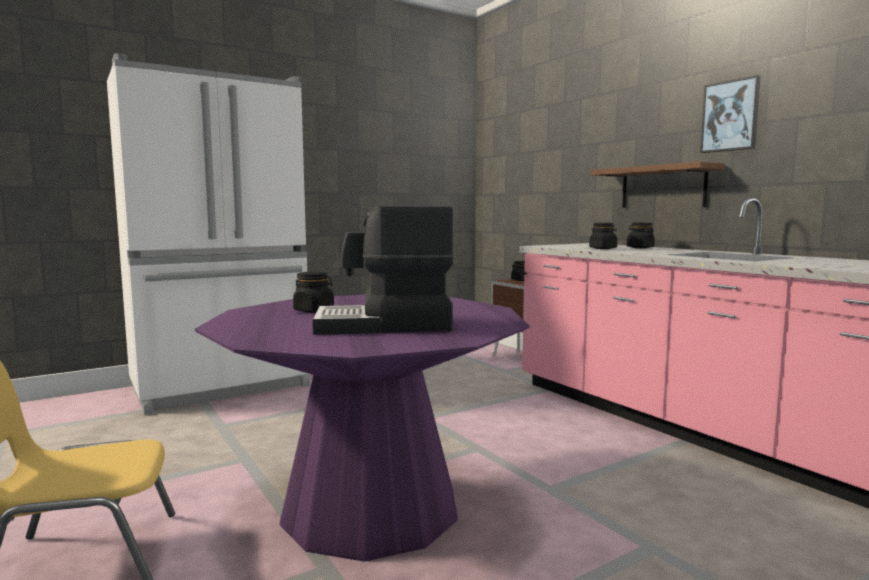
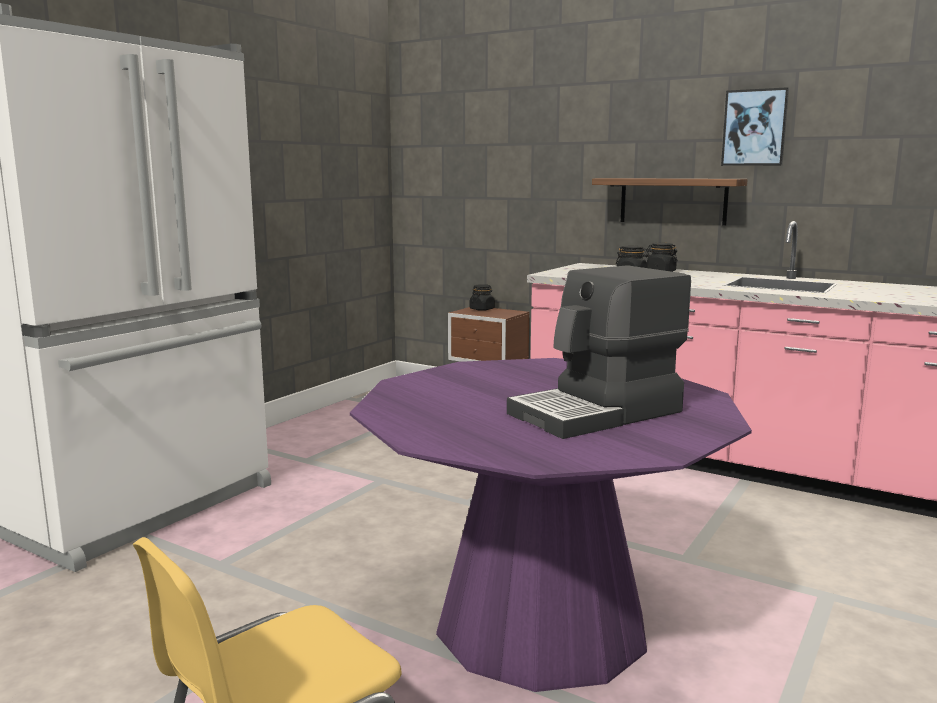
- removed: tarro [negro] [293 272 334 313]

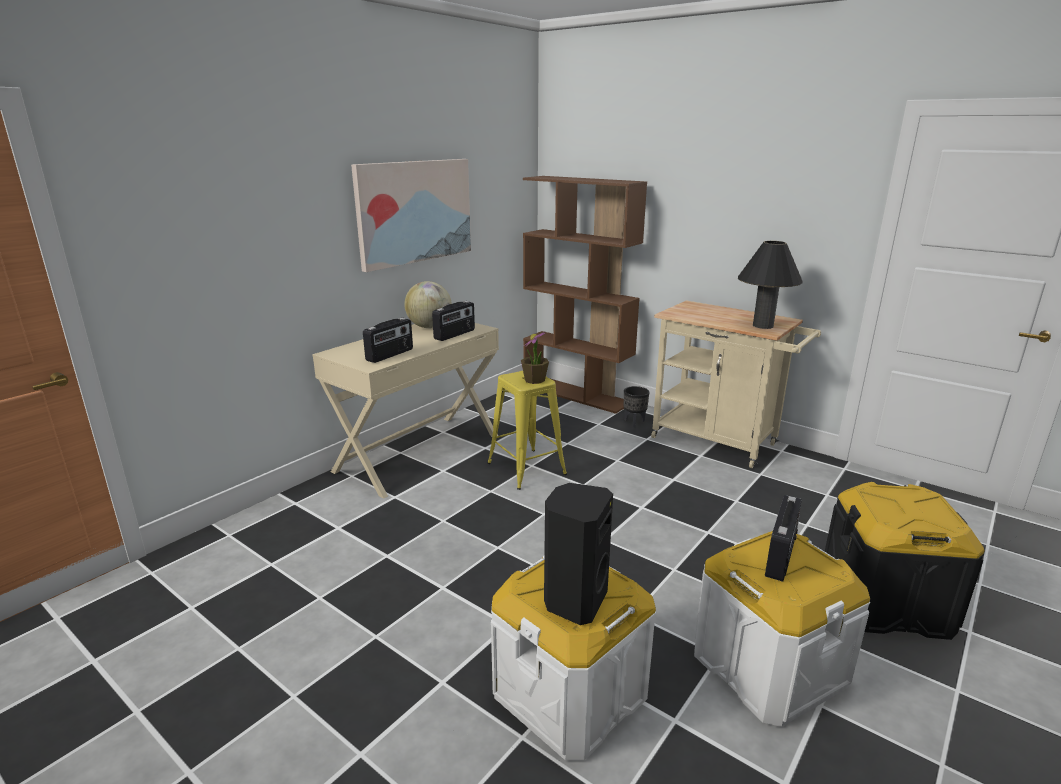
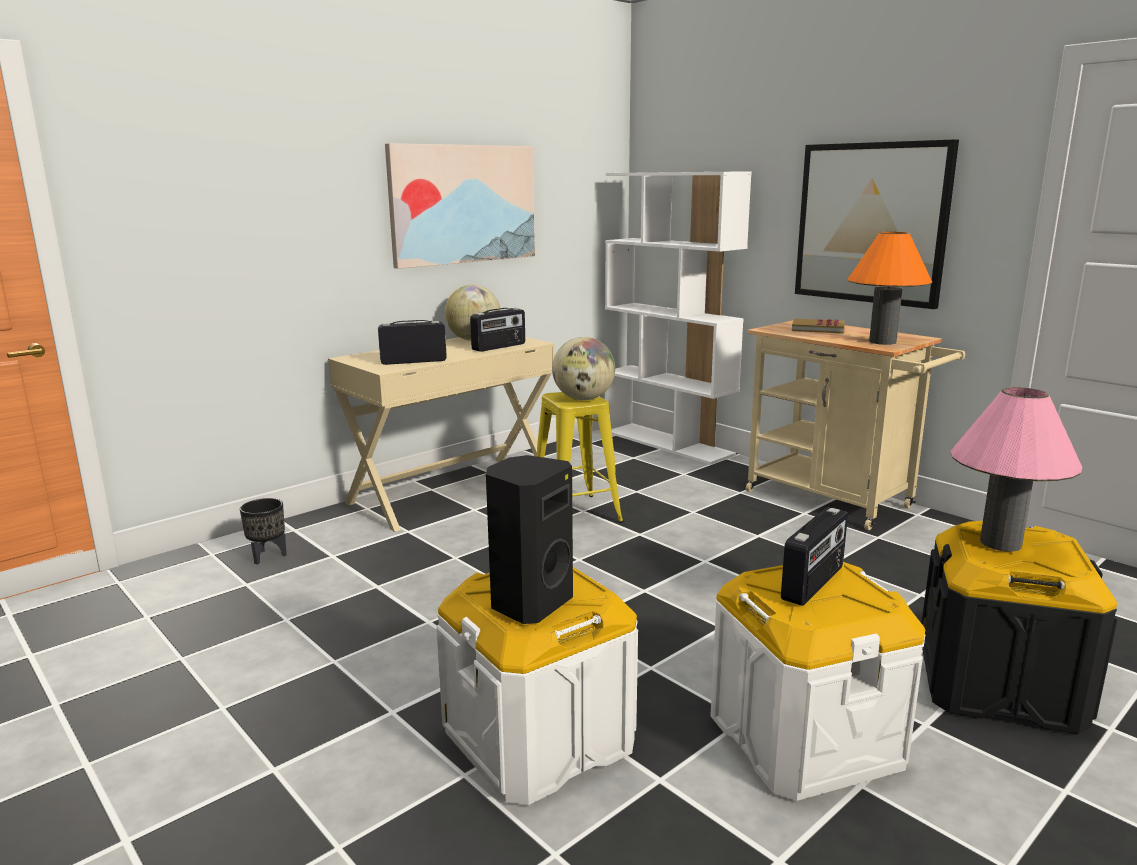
- recoloured: estantería [marrón] [523 176 647 414] to estantería [blanco] [605 171 752 465]
- recoloured: lámpara de mesa [negro] [738 241 803 329] to lámpara de mesa [naranja] [848 232 932 345]
- turned: radio [363 318 413 363] = [378 320 447 365] 150 degrees counterclockwise
- replaced: planta en maceta [521 332 549 384] to globo terráqueo [552 337 615 400]
- moved: maceta [negro] [624 386 649 427] to [240 498 287 564]
- added: cuadro [795 139 959 309]
- added: libro [792 319 844 333]
- added: lámpara de mesa [rosa] [950 387 1082 552]

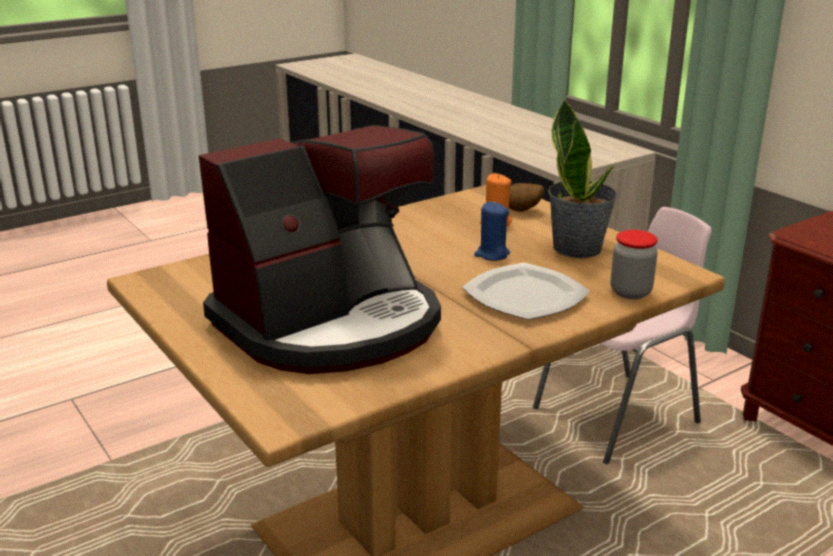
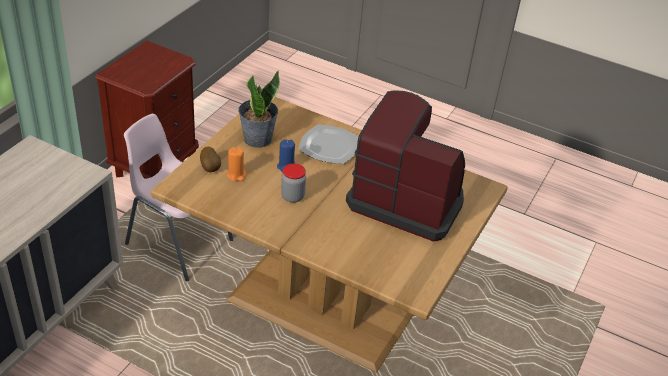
- moved: tarro [611 230 658 299] to [281 164 306 203]

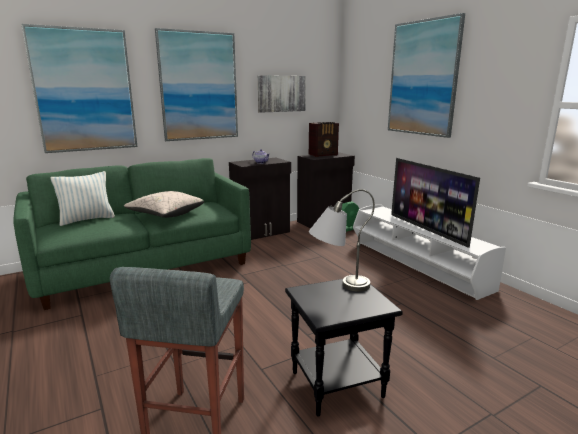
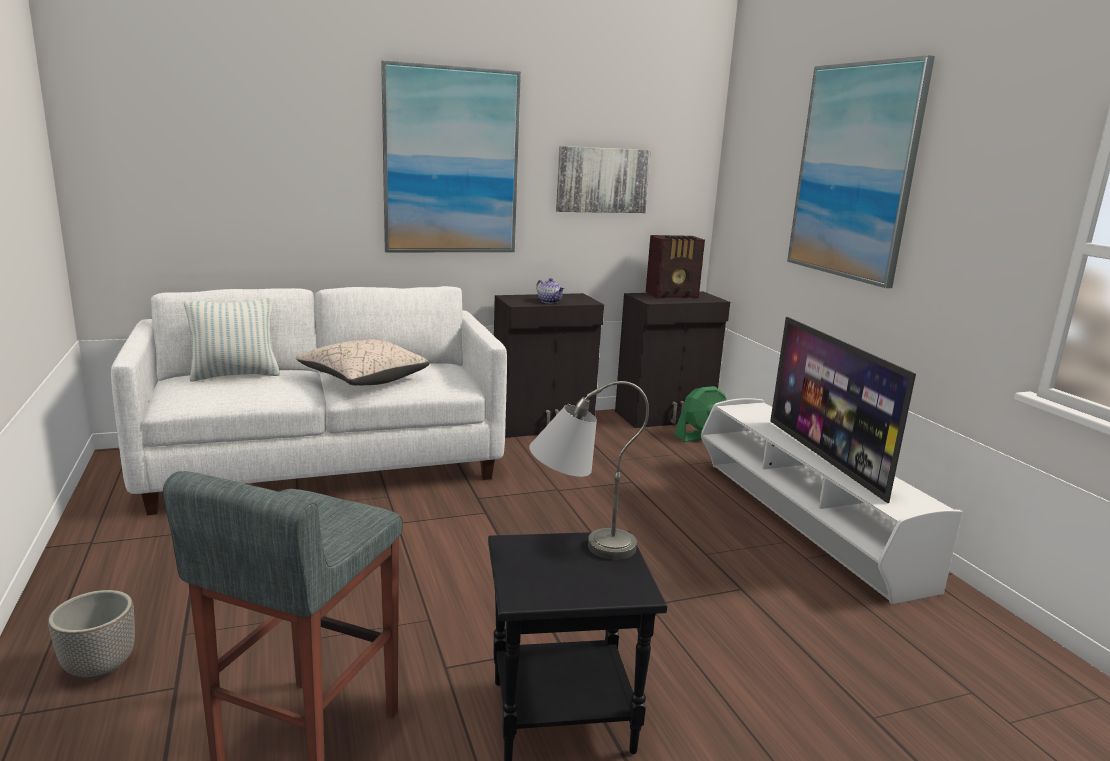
- removed: cuadro [21 24 137 153]
- recoloured: sofá [verde] [13 158 251 310] to sofá [blanco] [111 286 507 515]
- added: maceta [48 590 135 679]

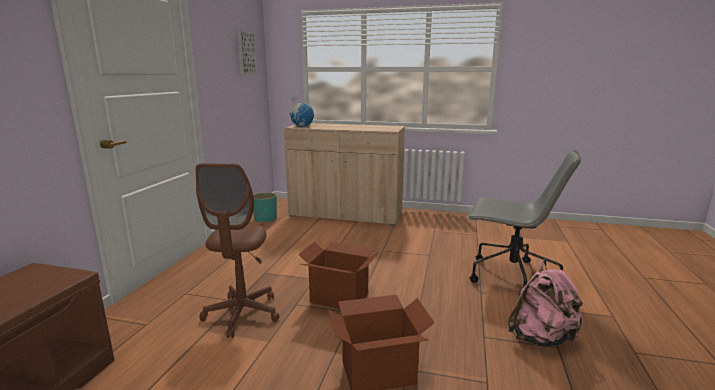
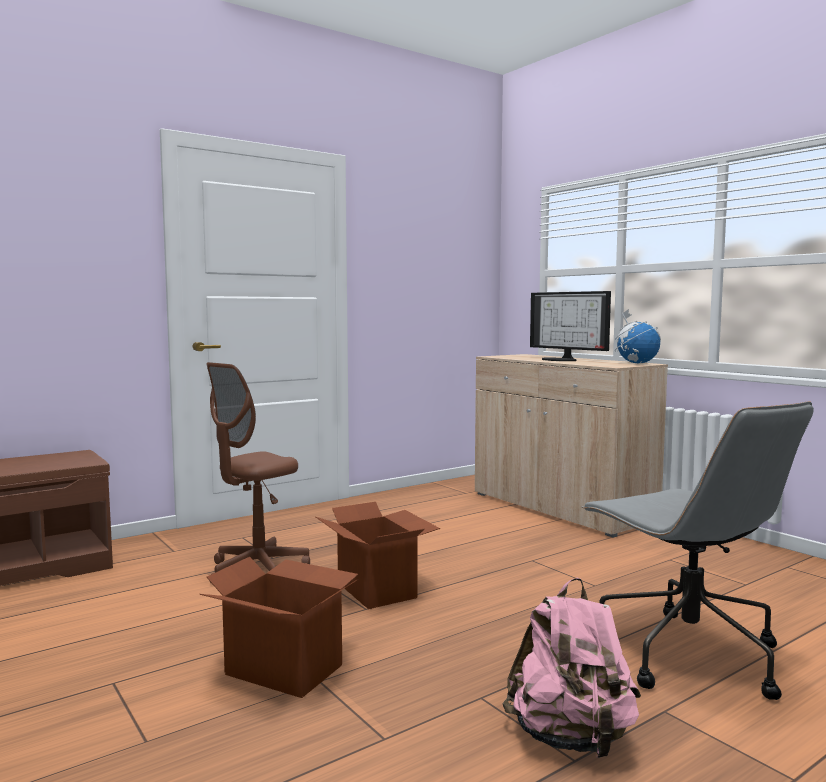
- removed: cuadro [237 31 257 74]
- moved: globo terráqueo [289 95 314 127] to [615 309 661 363]
- removed: maceta [turquesa] [253 192 277 223]
- added: monitor [530 291 611 361]

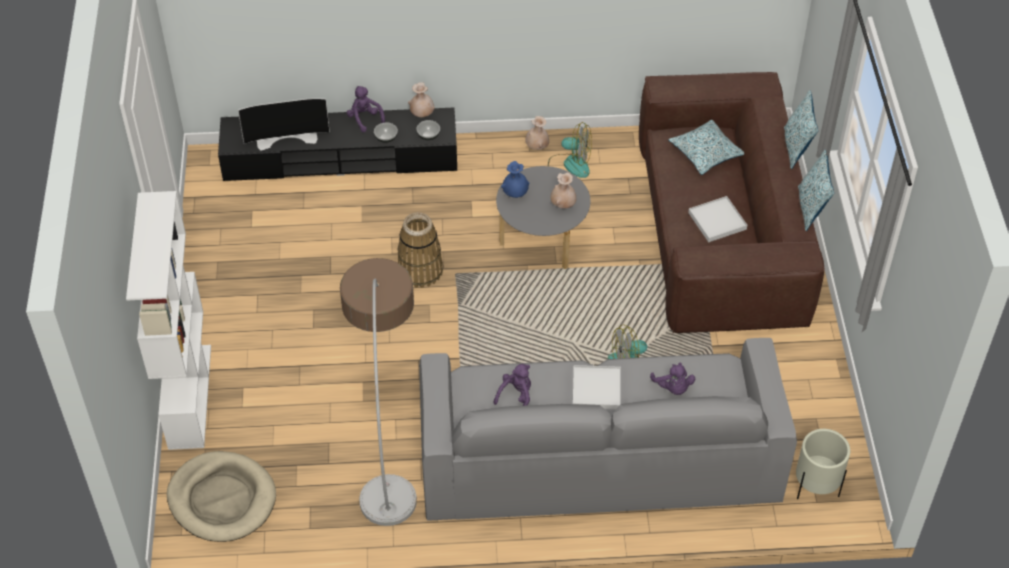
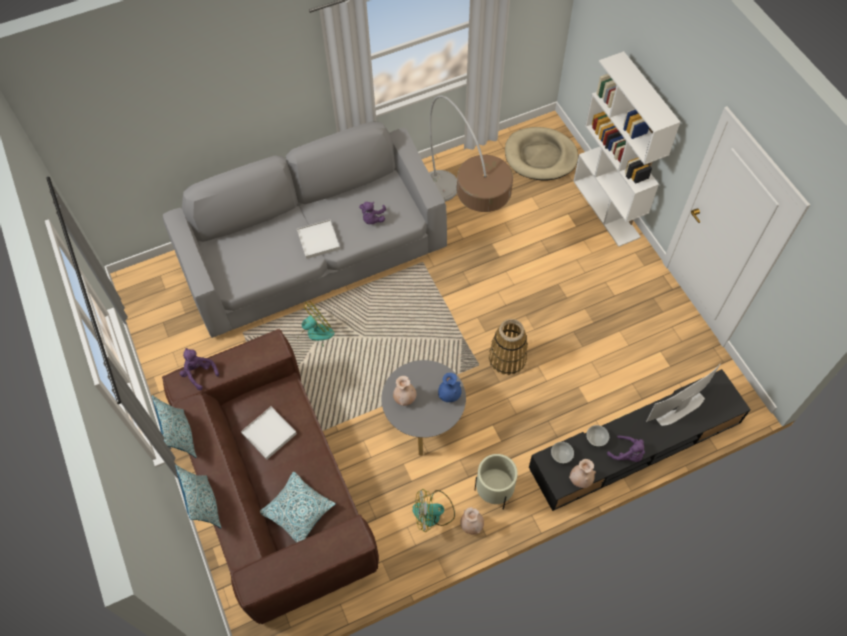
- moved: peluche [morado] [650 363 695 395] to [179 348 219 390]
- moved: maceta [beis] [796 429 850 499] to [474 454 518 510]

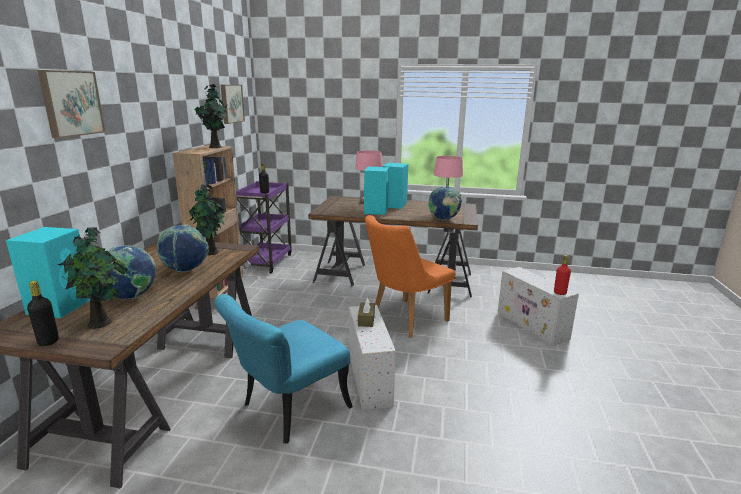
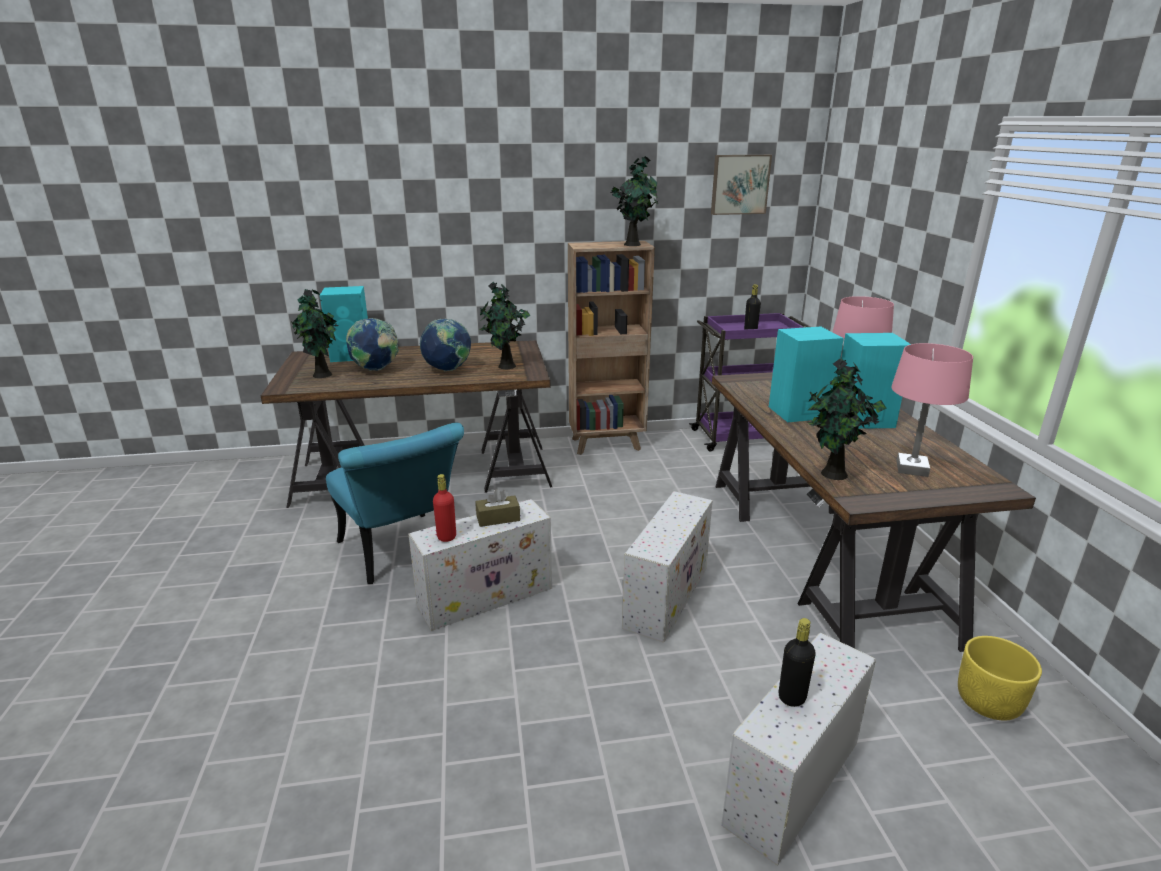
- removed: cuadro [37 70 105 138]
- replaced: globo terráqueo [428 187 462 220] to planta en maceta [808 358 887 480]
- replaced: silla [naranja] [365 215 455 338] to caja de almacenaje [blanco] [622 491 713 643]
- moved: botella [rojo] [554 255 571 295] to [433 474 456 542]
- moved: botella [negro] [27 281 59 346] to [779 618 816 707]
- turned: silla [turquesa] [215 294 353 444] = [326 423 464 584] 150 degrees counterclockwise
- added: maceta [amarillo] [958 636 1042 721]

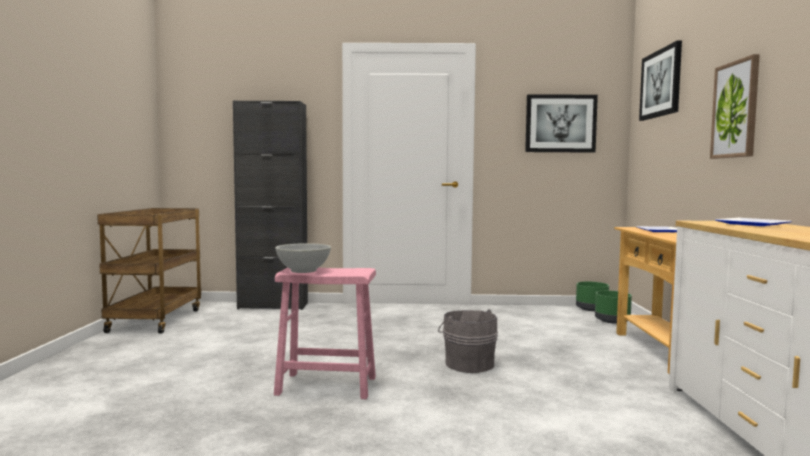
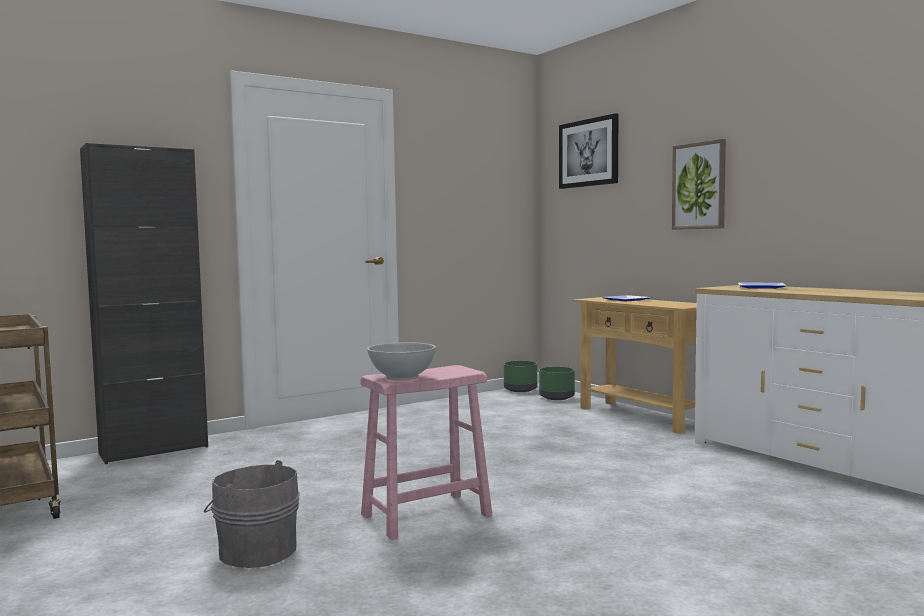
- removed: cuadro [525 94 598 153]
- moved: cubo [gris] [438 309 498 373] to [204 460 300 568]

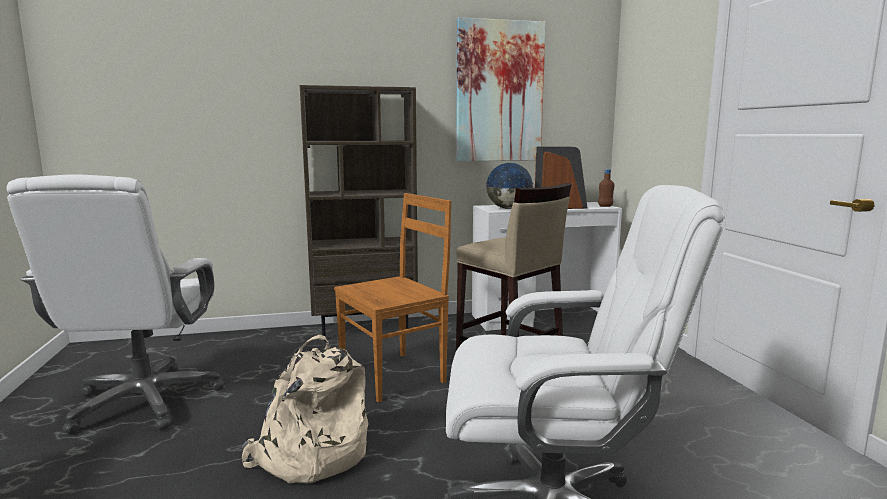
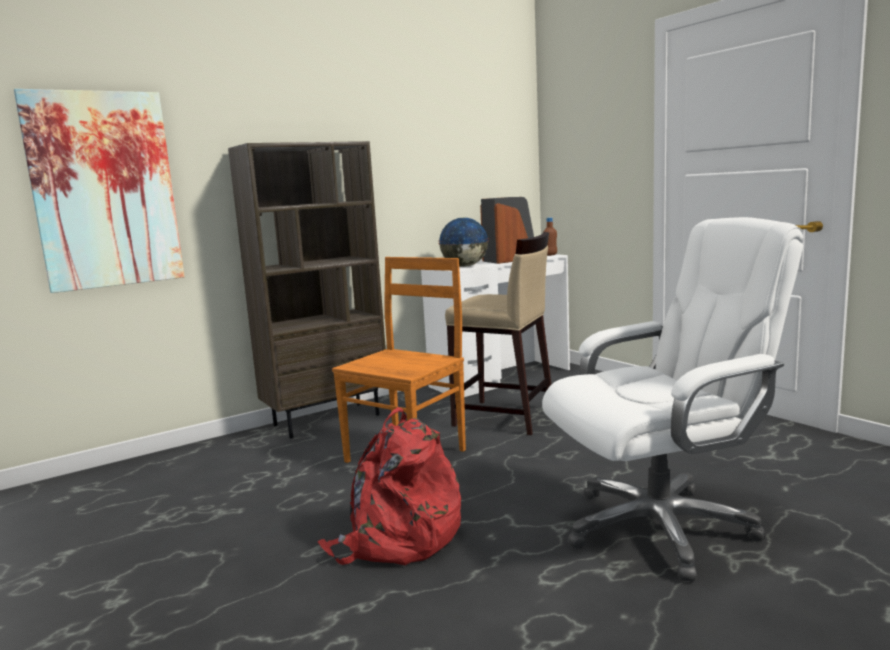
- moved: cuadro [456 17 546 161] to [14 89 185 293]
- removed: silla de oficina [blanco] [7 174 224 434]
- recoloured: mochila [beis] [242 335 369 484] to mochila [rojo] [317 407 461 565]

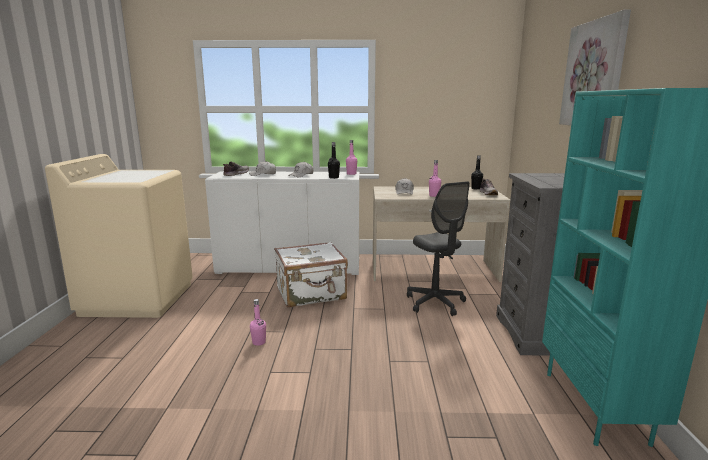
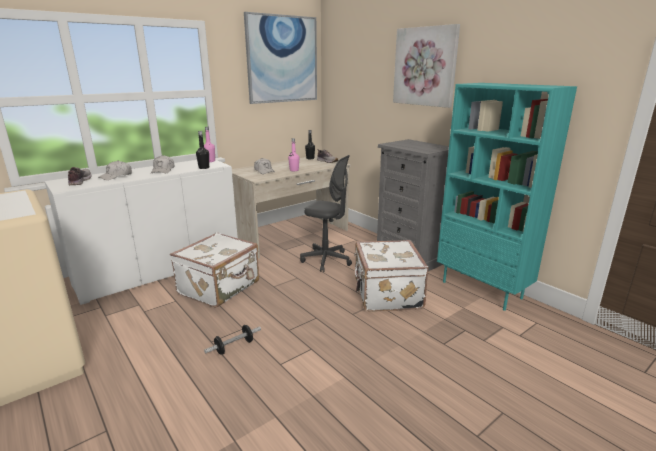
- replaced: botella [rosa] [250 299 266 346] to mancuerna [204 325 261 355]
- added: cuadro [244 12 317 104]
- added: maleta [blanco] [354 240 429 312]

